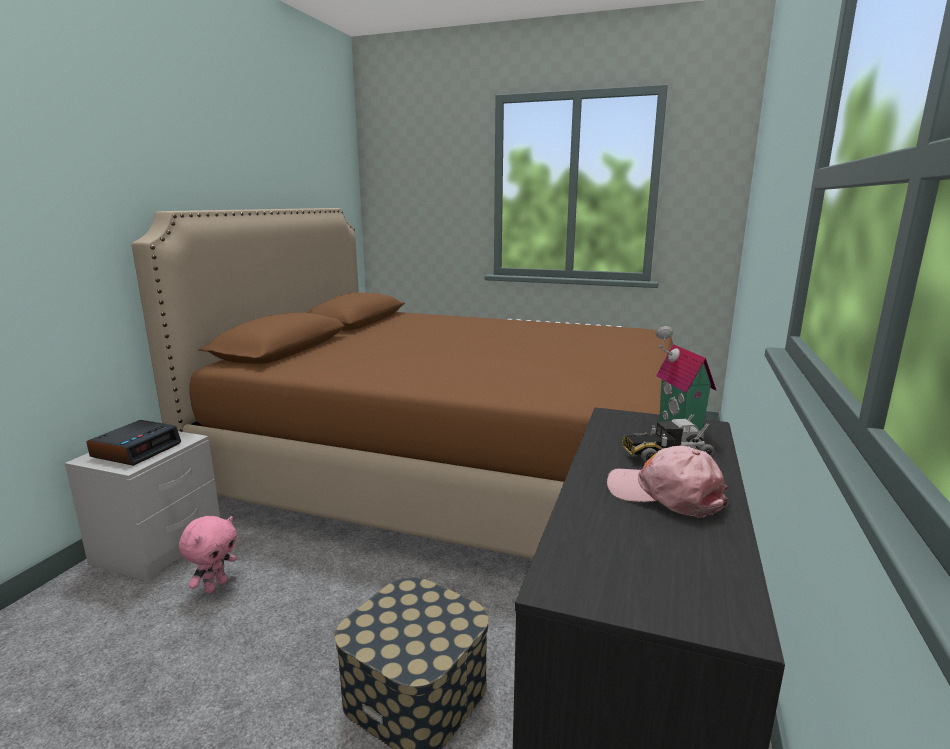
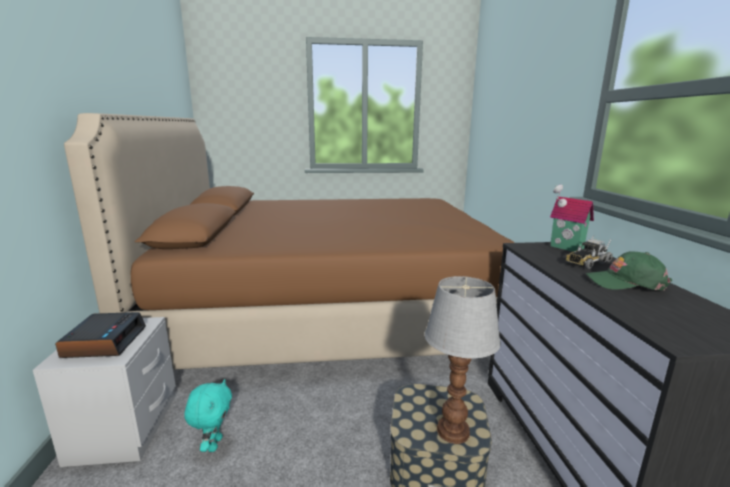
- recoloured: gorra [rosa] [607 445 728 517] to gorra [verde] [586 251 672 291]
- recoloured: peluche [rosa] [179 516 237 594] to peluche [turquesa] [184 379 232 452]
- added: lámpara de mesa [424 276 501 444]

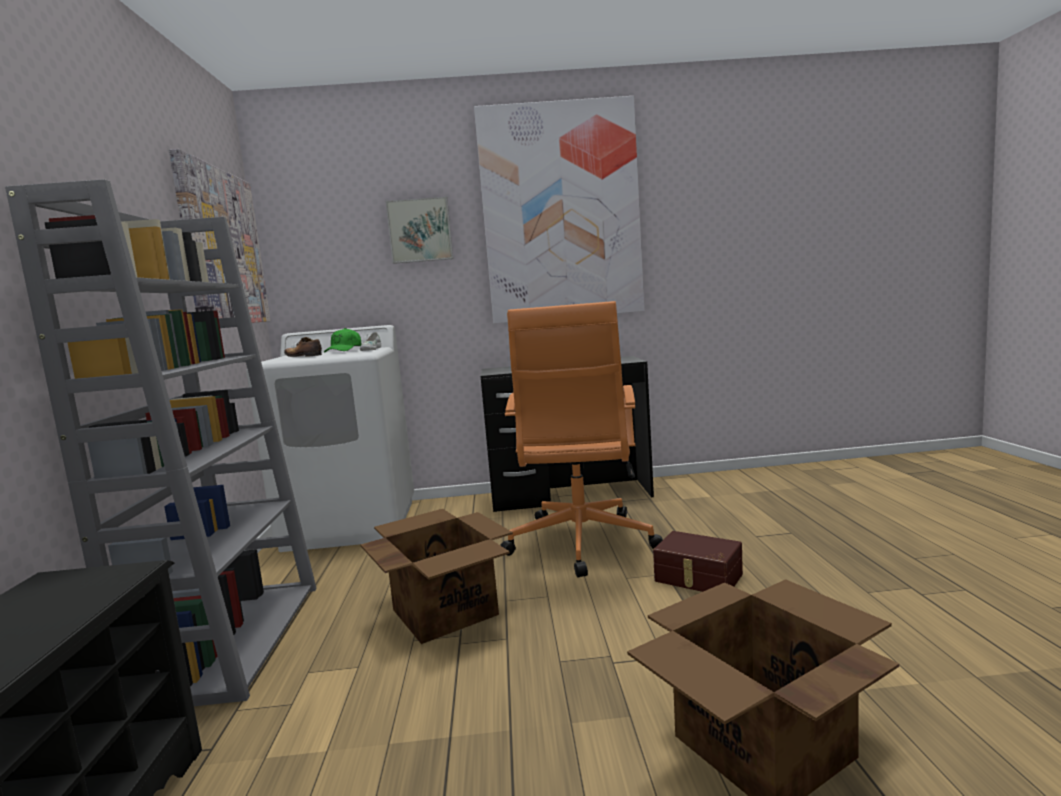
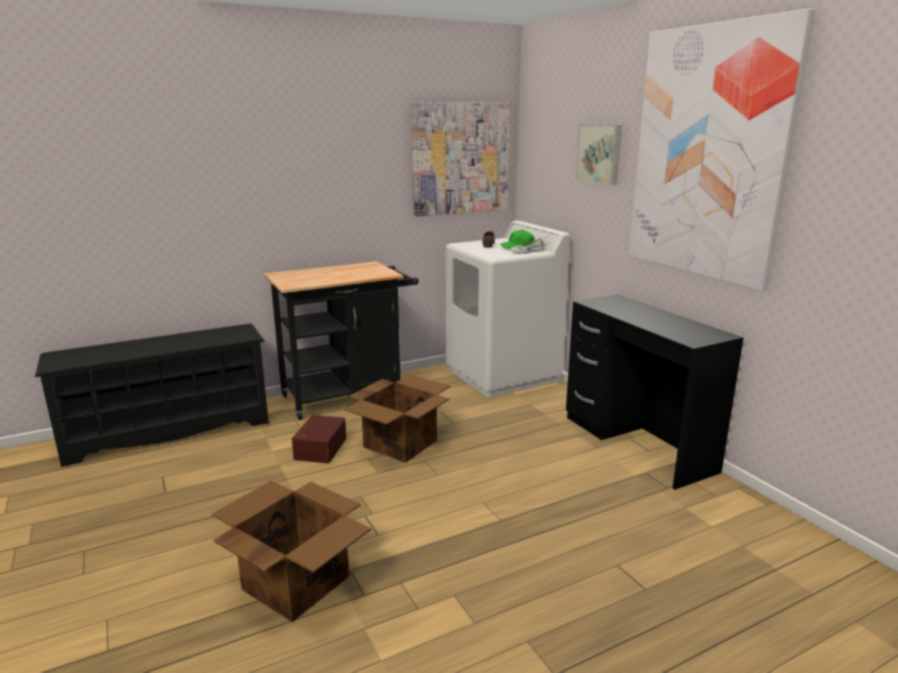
- replaced: estantería [gris] [5 179 317 706] to carrito [negro] [264 261 419 420]
- removed: silla de oficina [naranja] [500 301 663 577]
- moved: caja de almacenaje [marrón] [653 531 743 592] to [292 415 346 463]

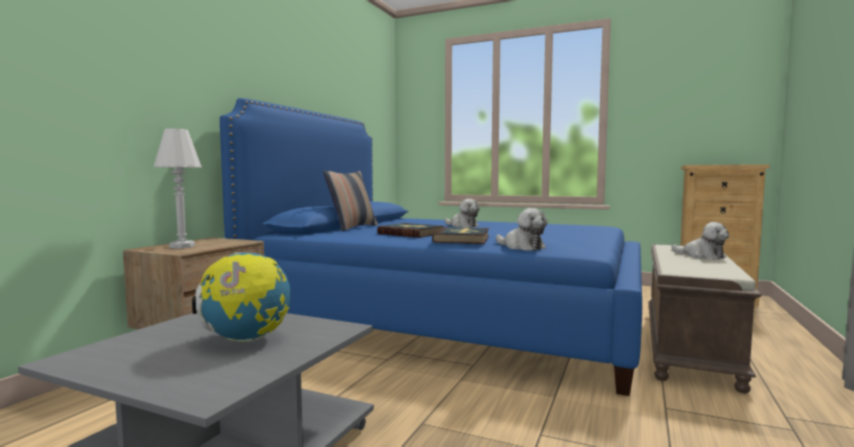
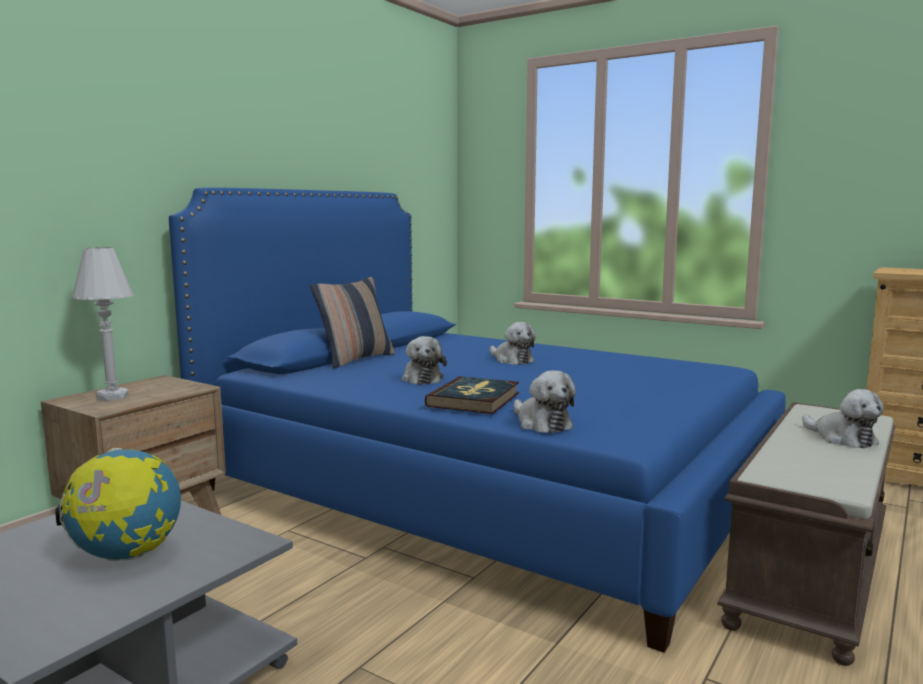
- replaced: libro [377 223 445 238] to peluche [401 336 447 385]

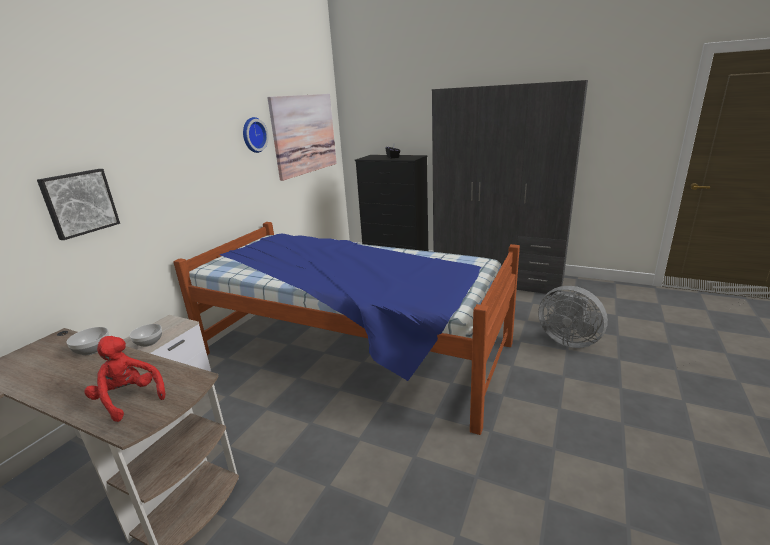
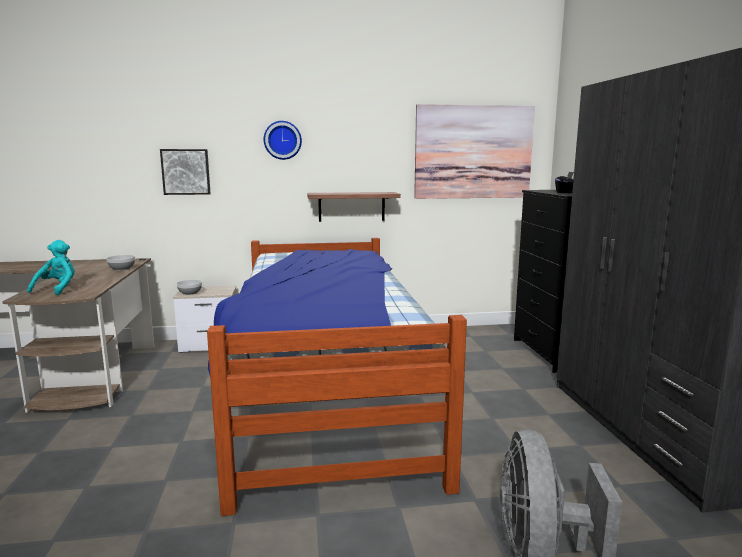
- moved: reloj de pared [243 117 269 153] to [264 121 302 160]
- recoloured: peluche [rojo] [84 336 165 422] to peluche [turquesa] [27 240 75 295]
- added: estante [307 192 401 222]

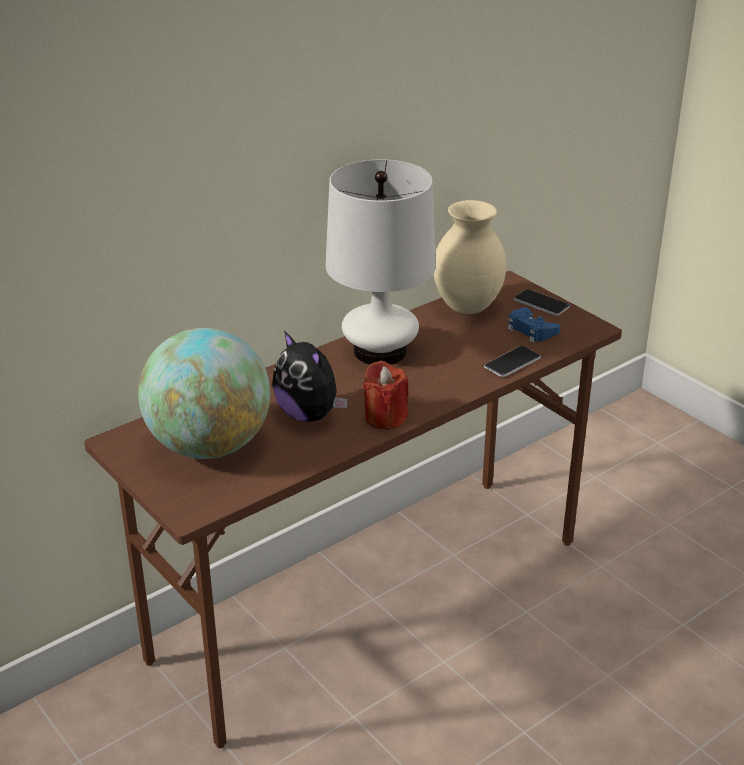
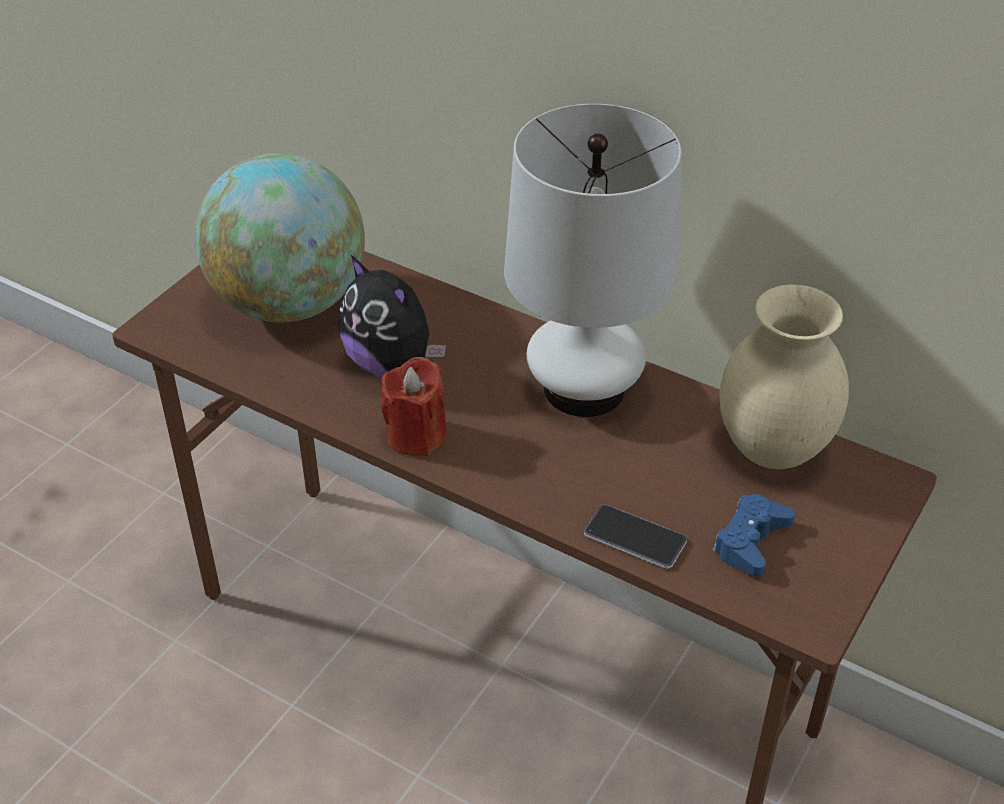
- removed: móvil [514 289 570 316]
- turned: peluche [272 330 348 422] = [338 255 446 378] 75 degrees counterclockwise

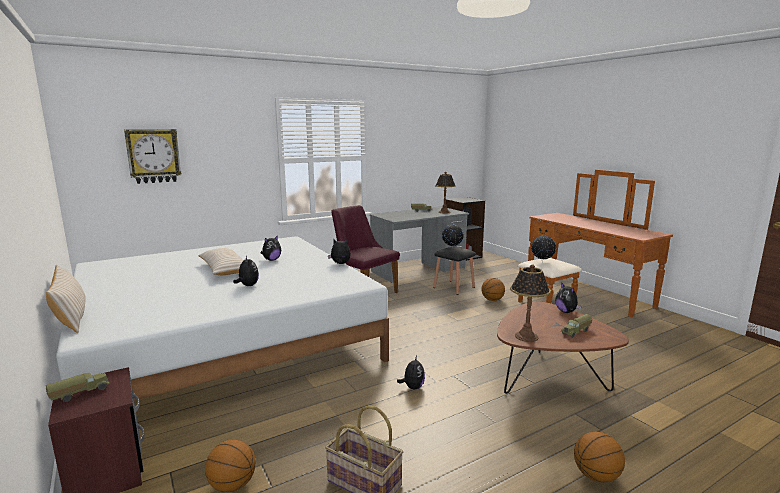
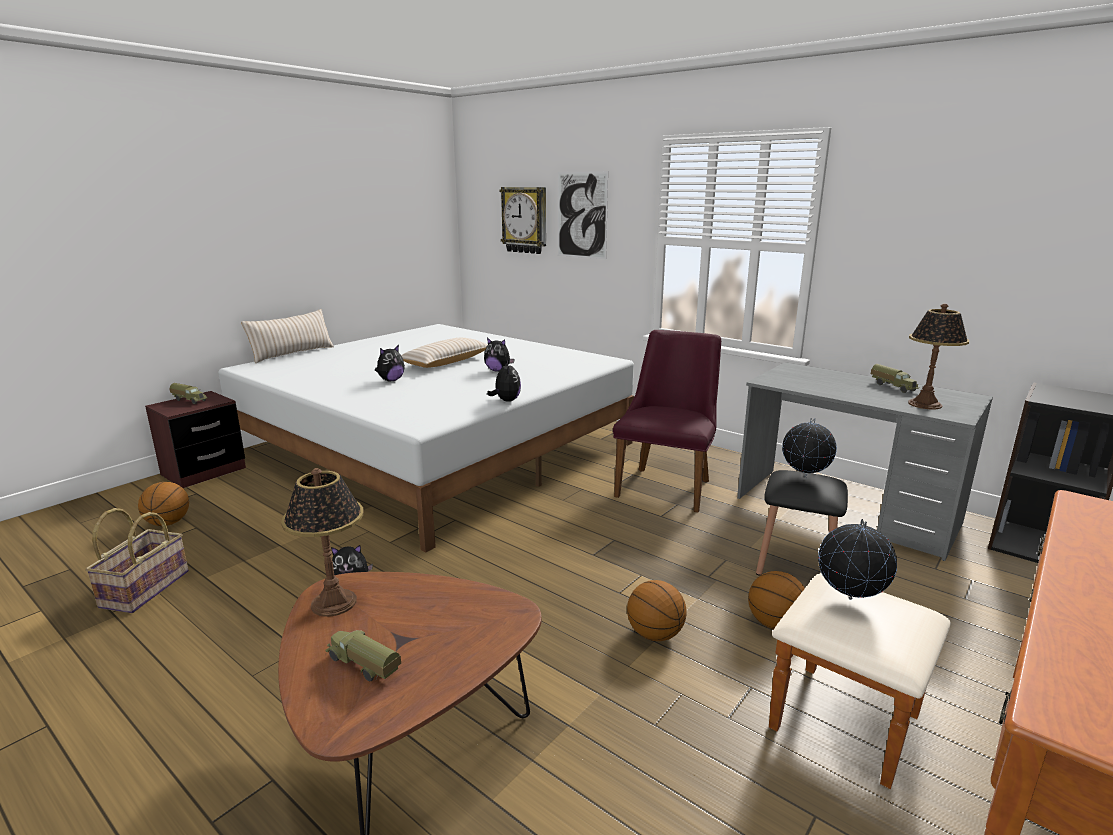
- removed: peluche [555 282 582 313]
- moved: balón de baloncesto [574 432 625 483] to [627 580 686 641]
- added: cuadro [558 171 608 259]

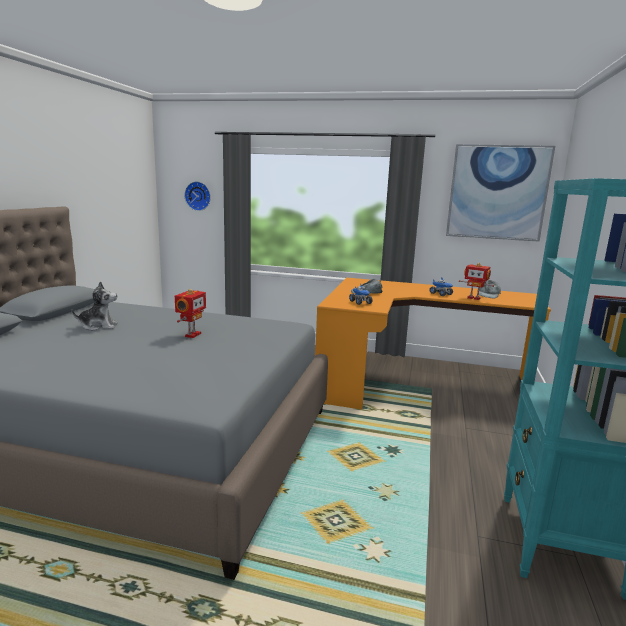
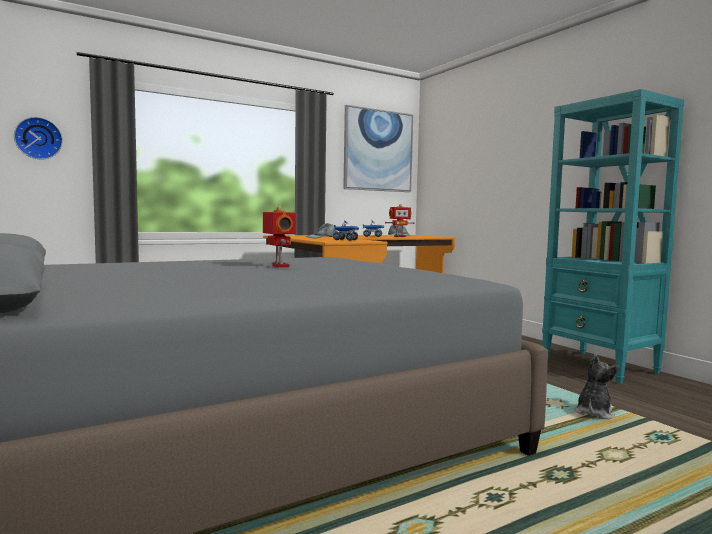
- moved: peluche [71 281 118 331] to [574 354 620 419]

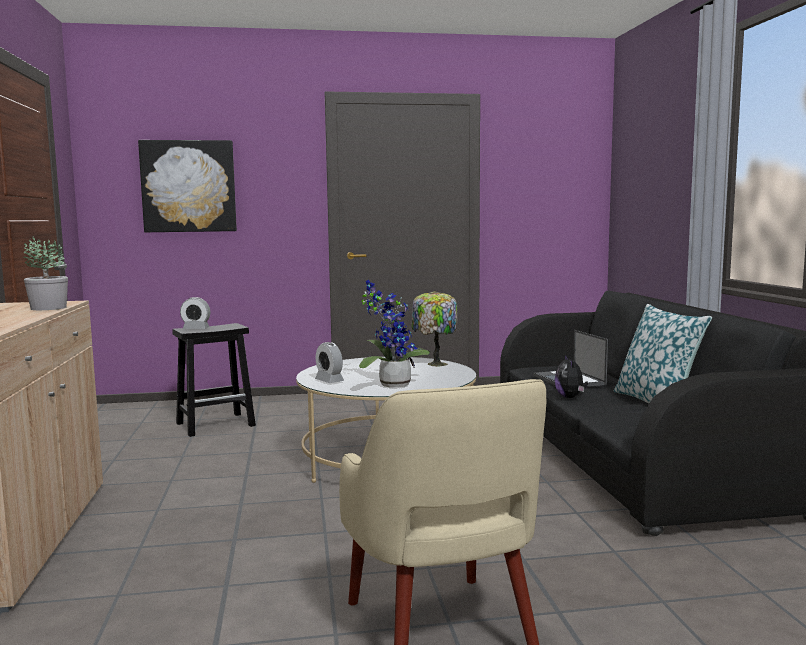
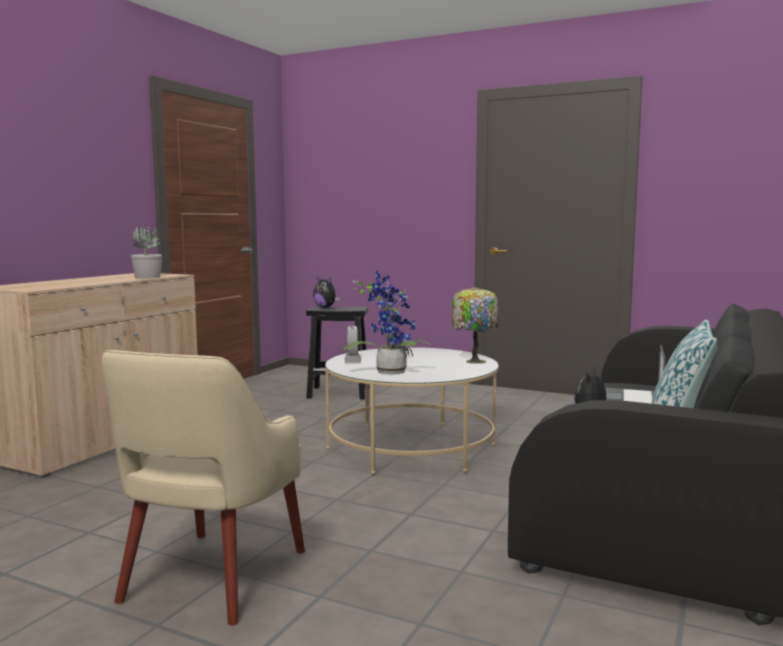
- removed: cuadro [138 140 237 232]
- replaced: despertador [180 297 211 329] to peluche [313 277 340 308]

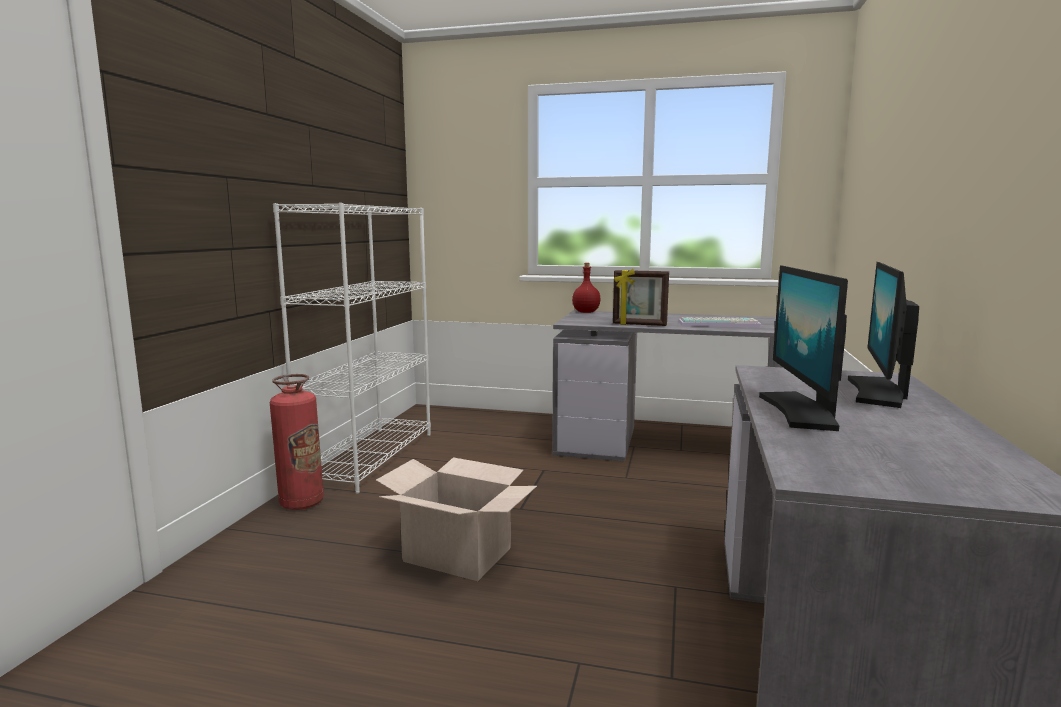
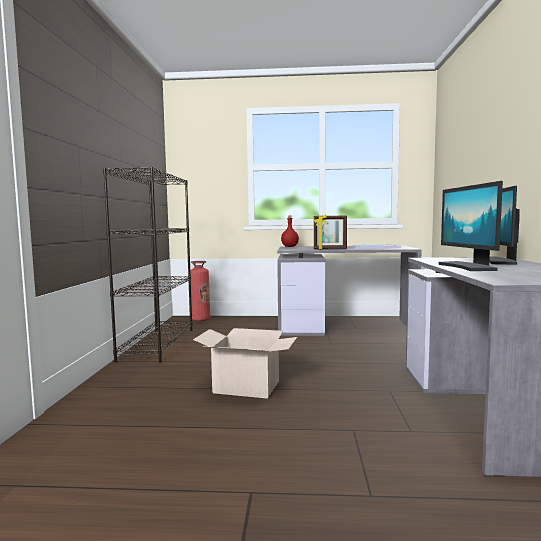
- recoloured: estantería [blanco] [273 203 431 493] to estantería [negro] [103 167 192 362]
- moved: extintor [270 374 324 510] to [190 261 210 321]

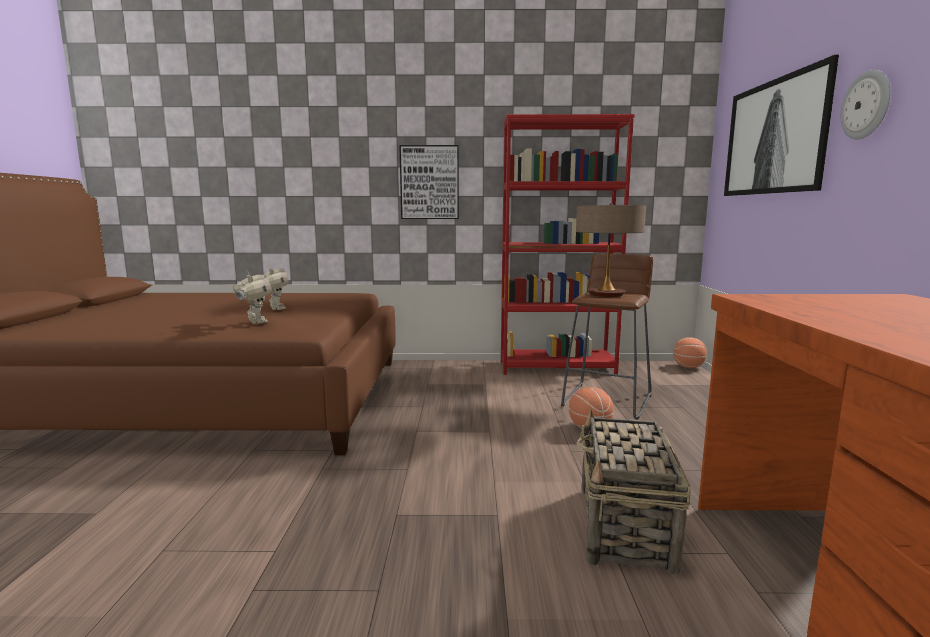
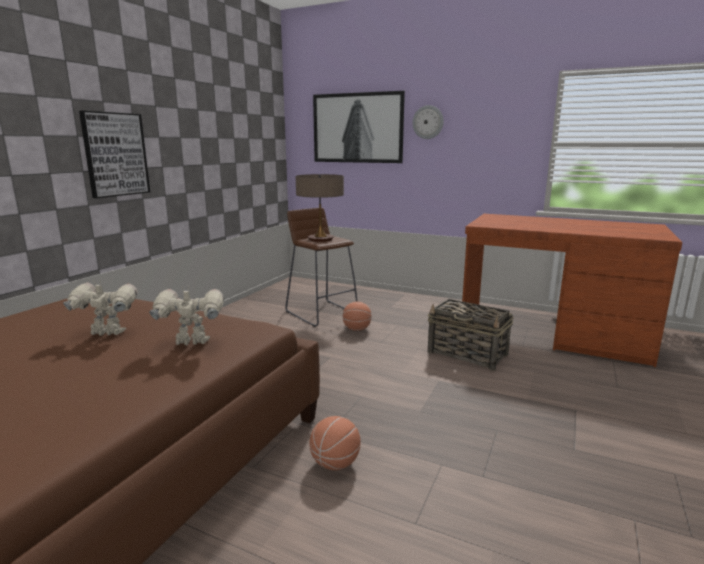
- removed: estantería [rojo] [501 114 635 375]
- moved: balón de baloncesto [673 337 707 368] to [309 416 361 470]

